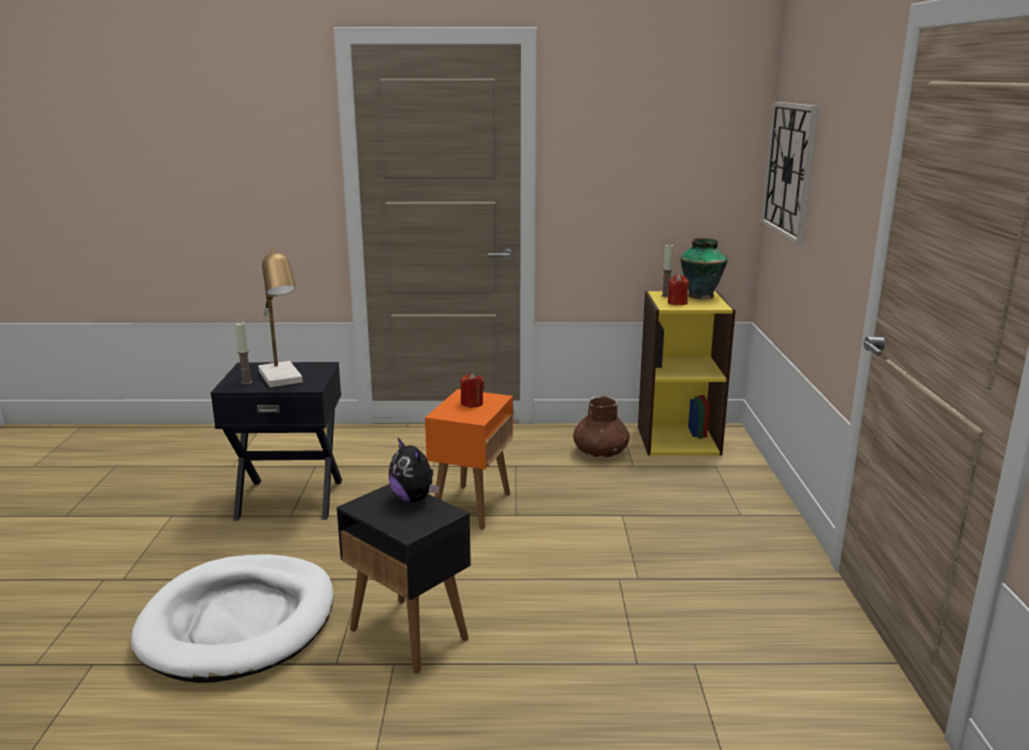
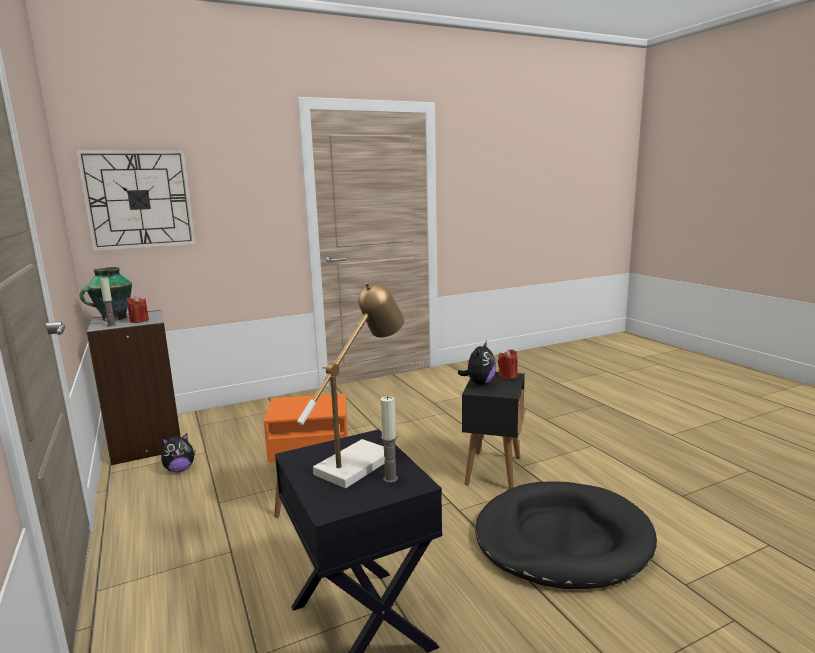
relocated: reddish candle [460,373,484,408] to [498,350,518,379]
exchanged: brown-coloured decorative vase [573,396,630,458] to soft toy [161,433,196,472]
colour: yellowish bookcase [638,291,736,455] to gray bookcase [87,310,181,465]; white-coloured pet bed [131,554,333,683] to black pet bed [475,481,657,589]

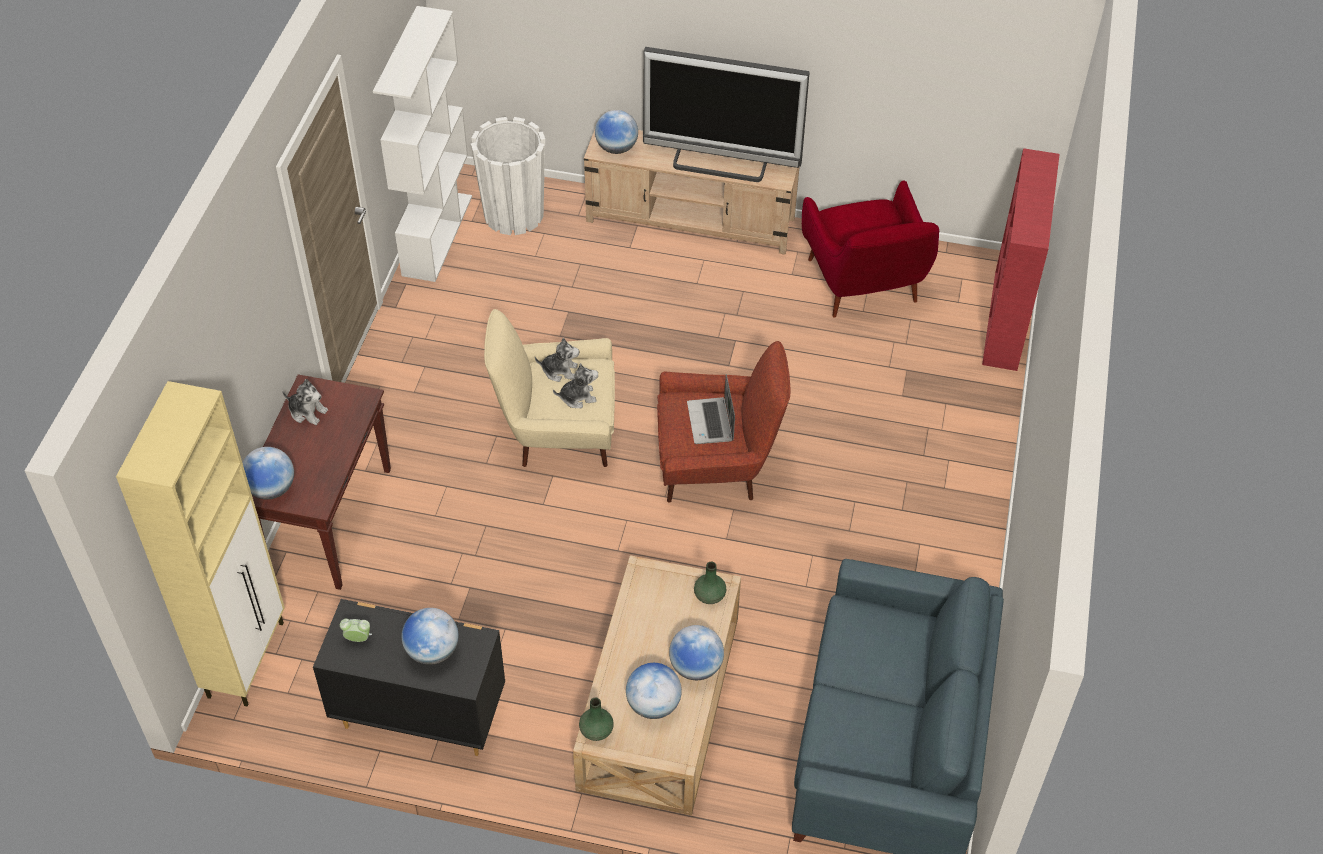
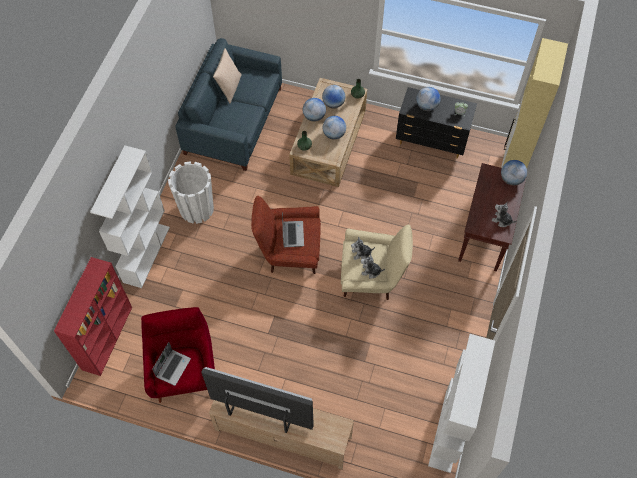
appeared: white-coloured bookcase [90,146,170,288]; laptop [152,342,191,386]; beige-coloured cushion [213,48,242,103]
relocated: white-coloured flower pot [471,117,545,235] to [168,161,214,224]; desk globe [595,110,638,154] to [323,116,346,140]

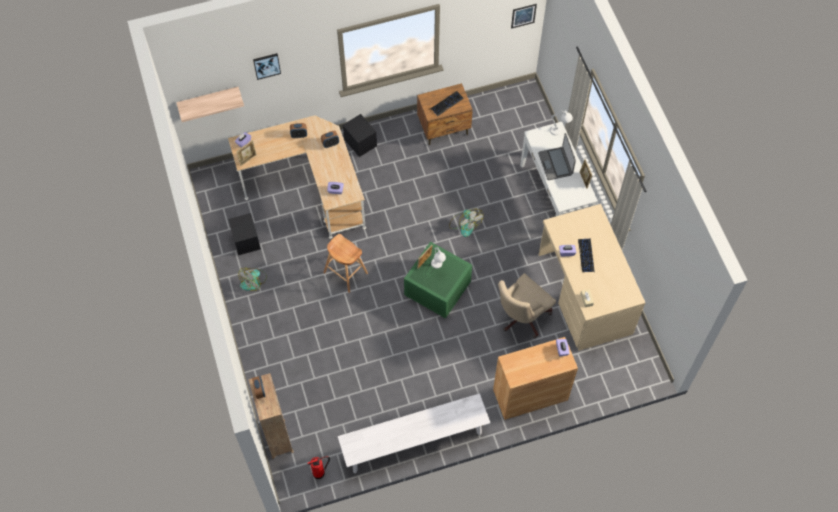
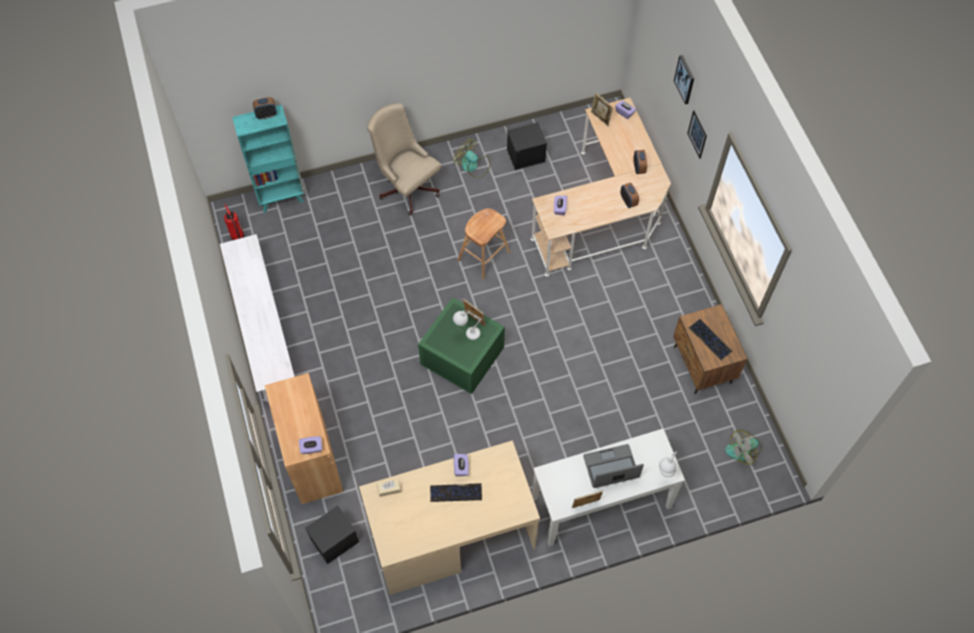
missing: bracket shelf [176,87,244,122]
relocated: black storage box [343,114,377,157] to [305,506,359,564]; beige-coloured office chair [498,273,556,338] to [367,103,441,216]; wall picture [511,4,537,29] to [687,110,707,159]; cooling fan [449,208,483,237] to [725,430,762,465]
colour: brown-coloured bookcase [249,373,294,459] to blue-green bookcase [232,105,305,213]

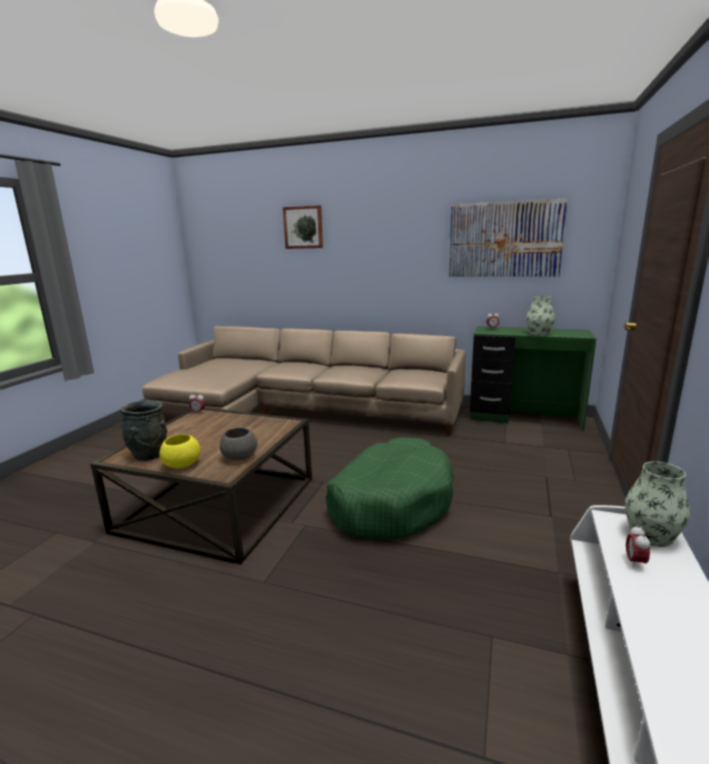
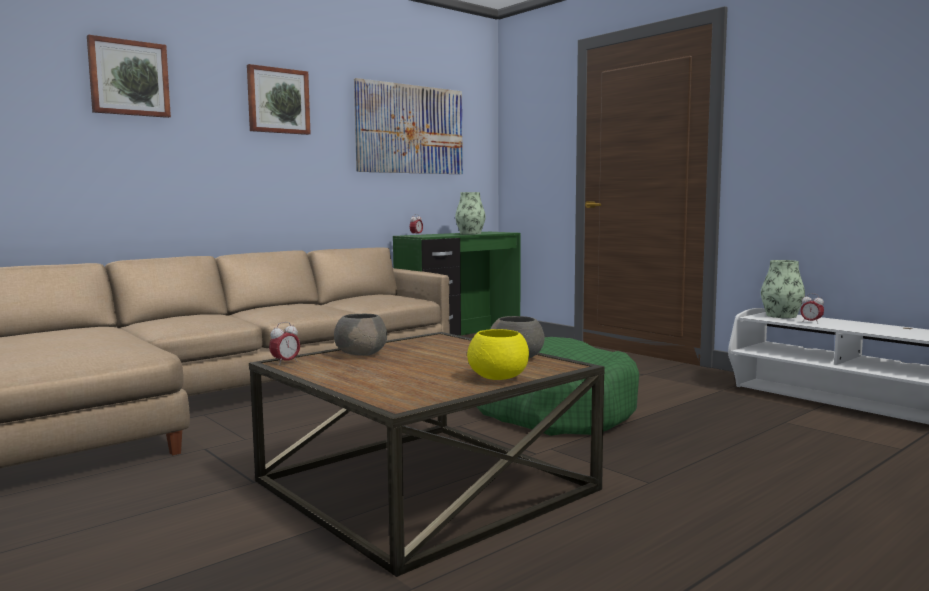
missing: gray decorative vase [120,400,168,461]
appeared: wall picture [247,64,311,135]; gray deep dish [334,314,387,356]

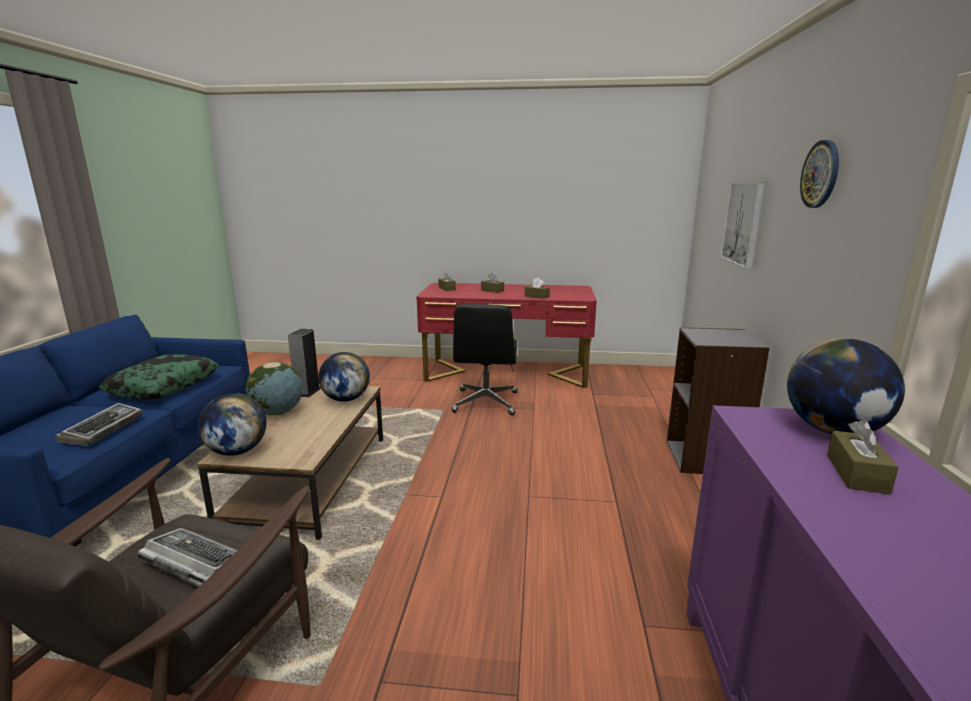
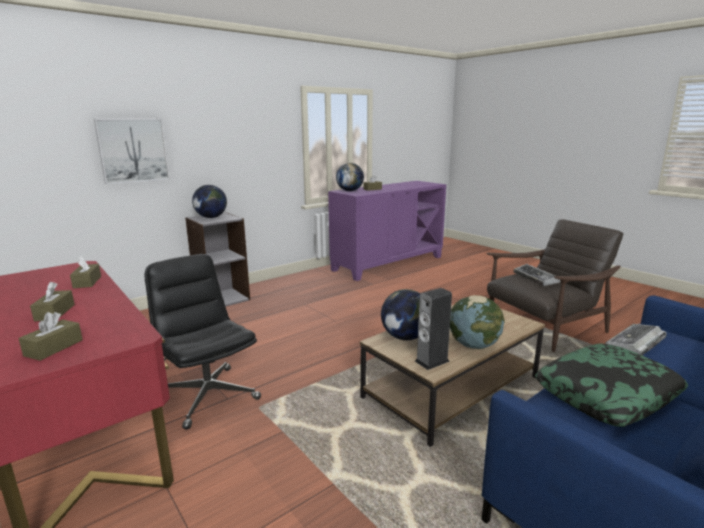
missing: hanging clock [800,140,839,208]
relocated: desk globe [198,393,267,456] to [192,185,227,218]
spun: black office chair [451,304,518,415] = [144,254,261,430] 90 degrees counterclockwise

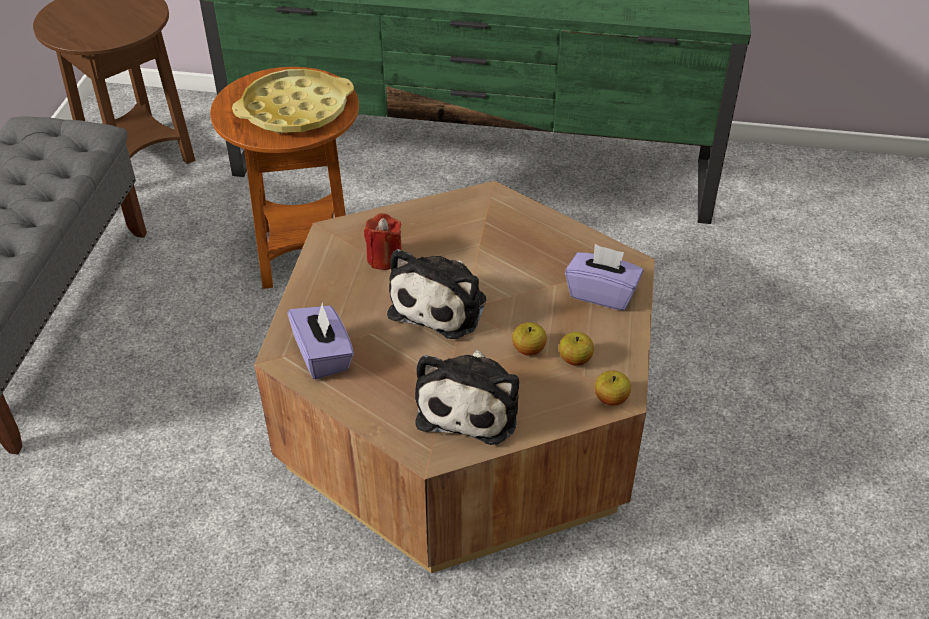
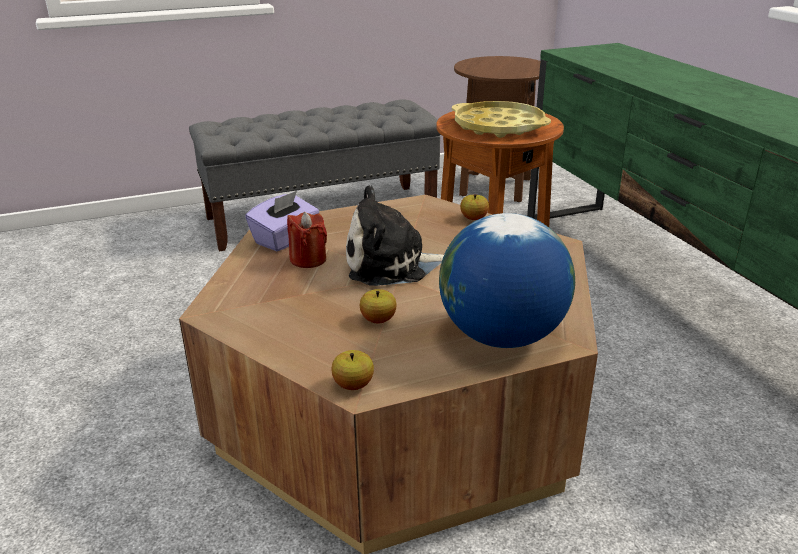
missing: soft toy [415,350,519,445]
relocated: reddish candle [364,213,402,270] to [287,212,327,268]; apple [559,332,594,366] to [460,194,489,220]
exchanged: purple-coloured tissue holder [565,244,643,311] to desk globe [439,213,575,348]

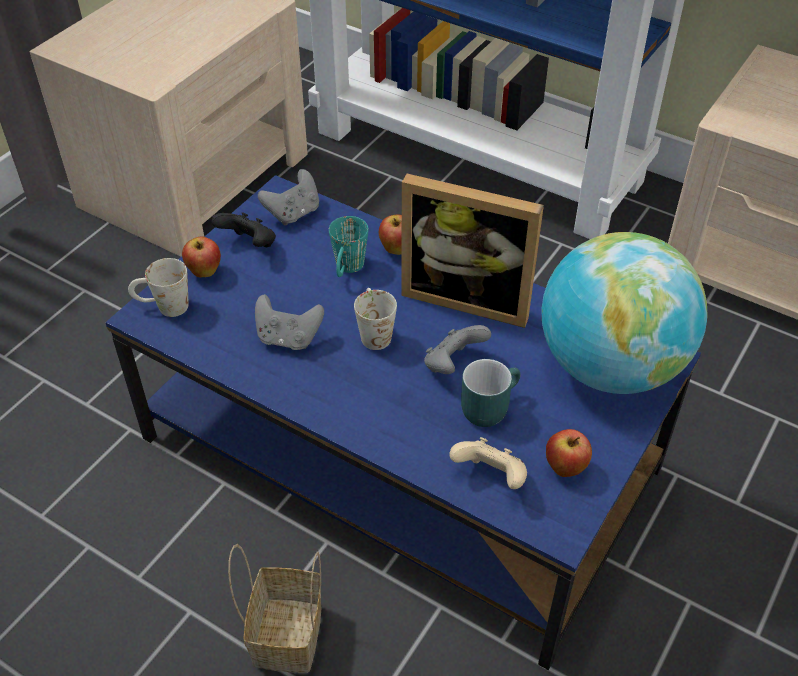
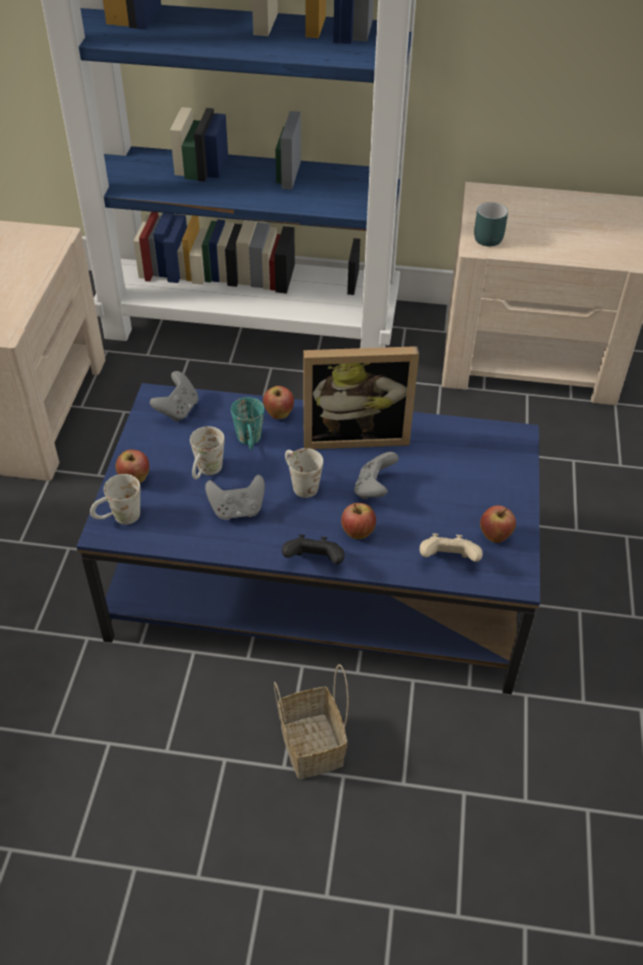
missing: desk globe [541,232,707,394]
appeared: white-coloured mug [190,426,225,479]; apple [341,503,376,539]
relocated: black game controller [212,212,276,247] to [282,534,345,564]; blue-green mug [461,359,521,427] to [474,202,508,247]

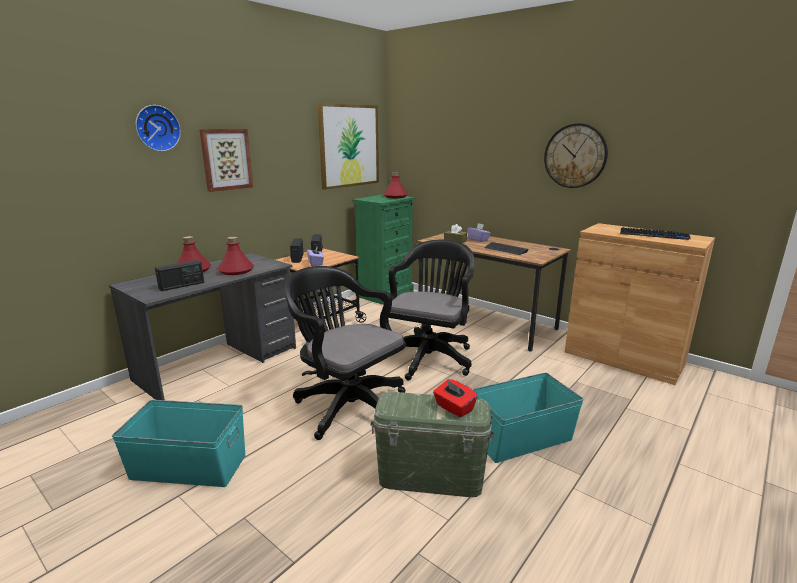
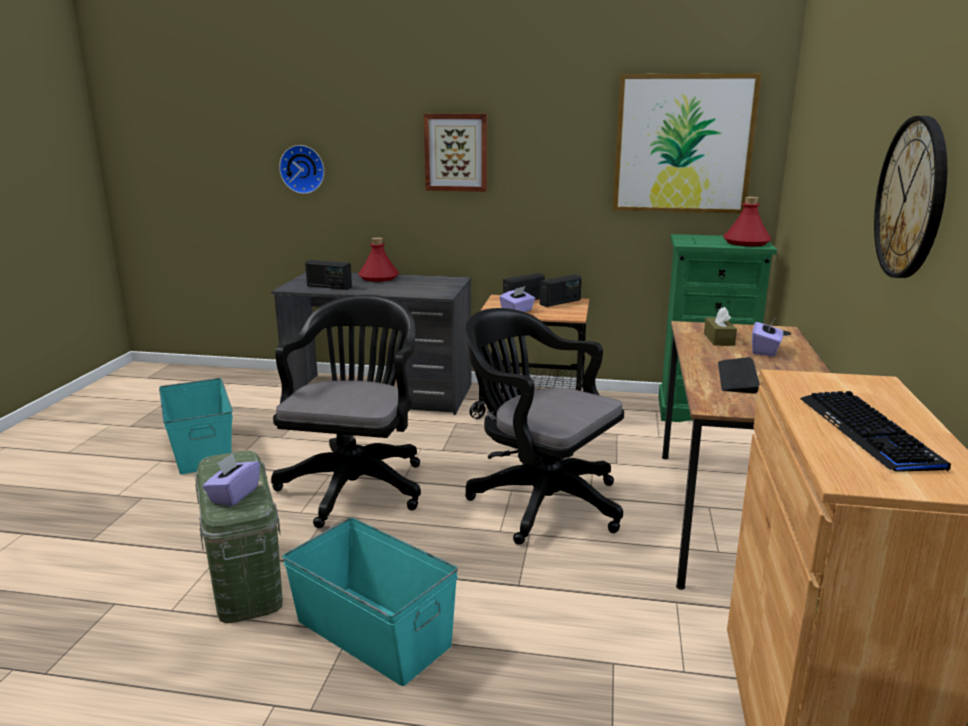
missing: reddish bottle [217,237,254,275]
relocated: hanging clock [135,105,181,151] to [279,145,325,194]
colour: reddish tissue holder [433,379,478,417] to purple-coloured tissue holder [203,453,260,506]
spun: black office chair [389,239,475,380] = [465,308,624,545] 135 degrees counterclockwise

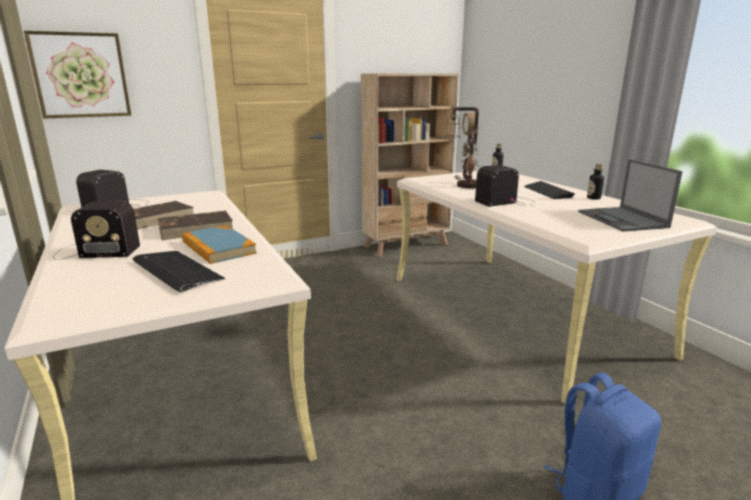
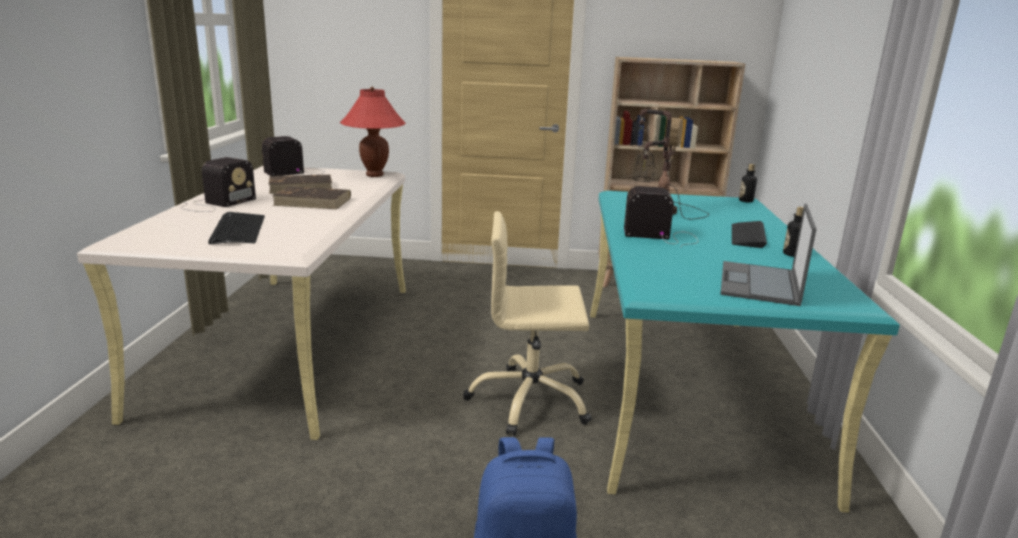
missing: wall picture [24,31,131,119]; bound book [182,225,257,264]
appeared: reddish table lamp [340,87,406,177]; beige-coloured office chair [463,211,592,436]
colour: beige-coloured desk table [397,171,717,404] to blue-green desk table [590,191,900,513]
spun: radio receiver [53,201,140,260] = [181,157,256,212] 90 degrees counterclockwise

